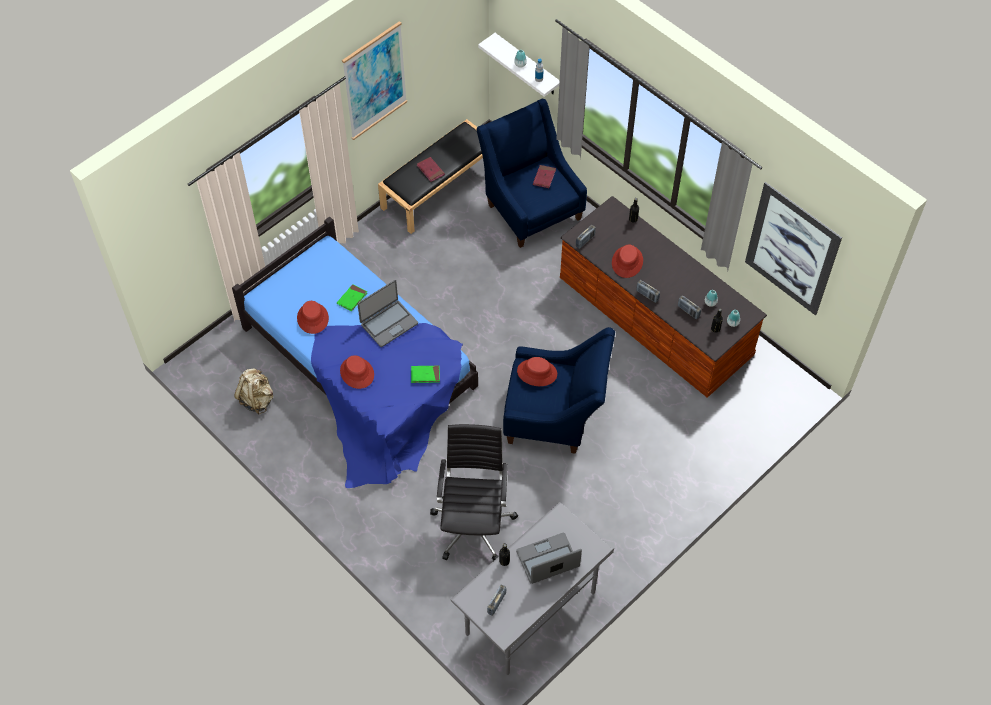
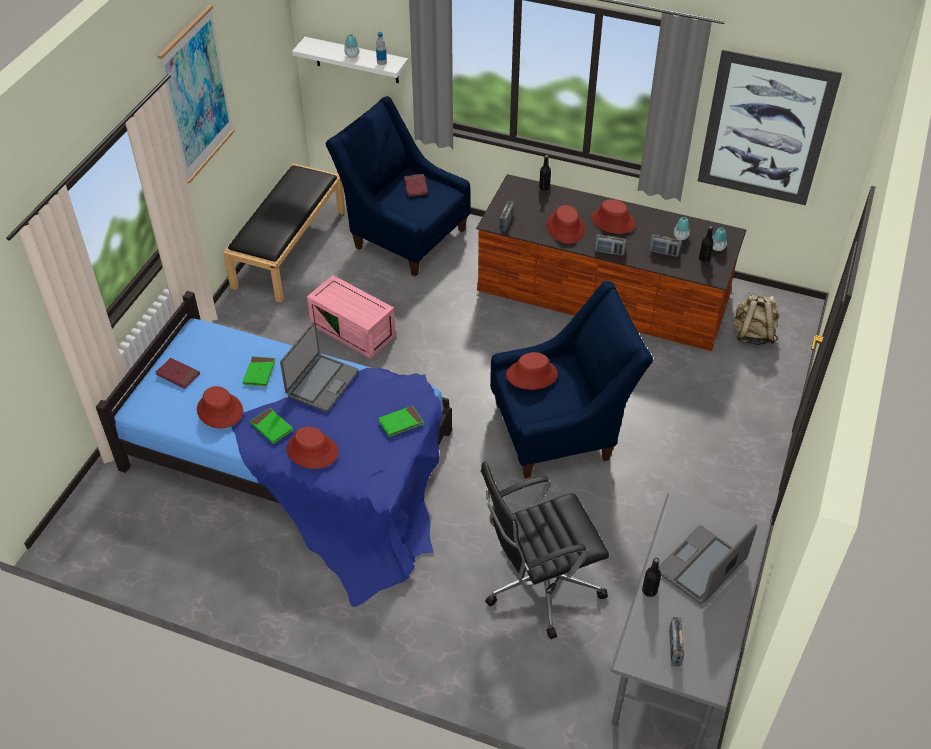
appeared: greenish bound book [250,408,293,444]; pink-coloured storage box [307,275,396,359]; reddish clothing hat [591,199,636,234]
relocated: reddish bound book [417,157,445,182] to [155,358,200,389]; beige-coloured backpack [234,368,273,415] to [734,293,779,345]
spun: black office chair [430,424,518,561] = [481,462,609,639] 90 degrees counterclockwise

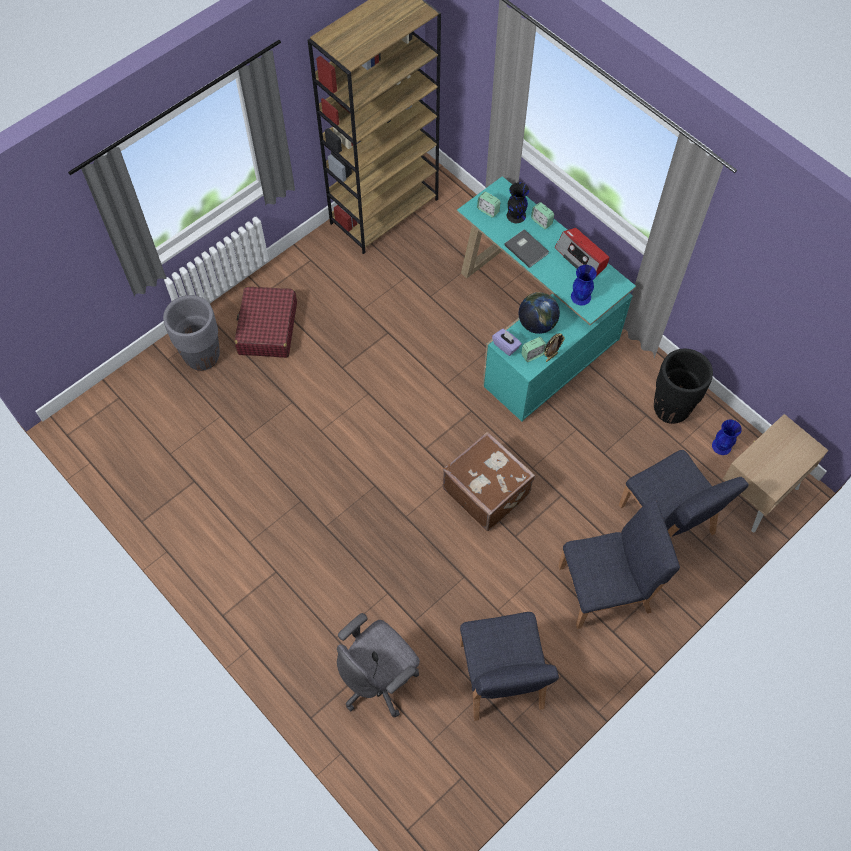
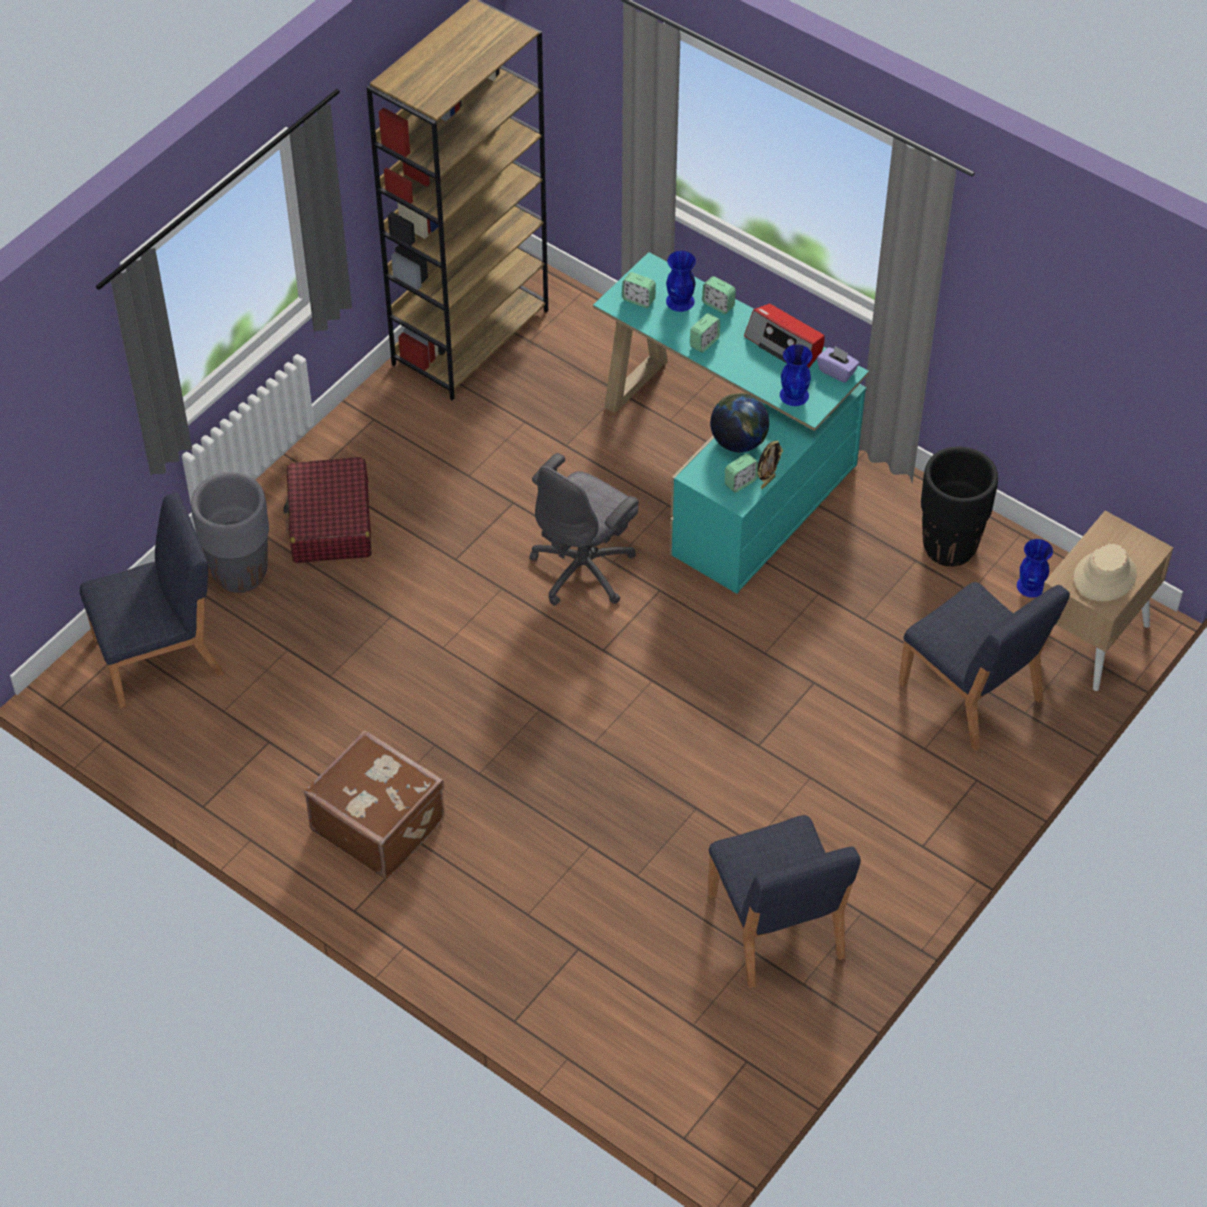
appeared: beige-coloured clothing hat [1074,544,1137,601]
relocated: blue chair [559,500,680,629] to [80,492,224,708]; brown-coloured piece of luggage [443,432,535,531] to [304,730,445,879]; gray office chair [337,613,420,717] to [529,453,639,606]; purple-coloured tissue holder [492,328,522,356] to [817,346,859,383]
exchanged: gray bound book [504,229,549,268] to alarm clock [690,313,720,353]
colour: black decorative vase [507,182,529,223] to blue decorative vase [666,251,696,312]

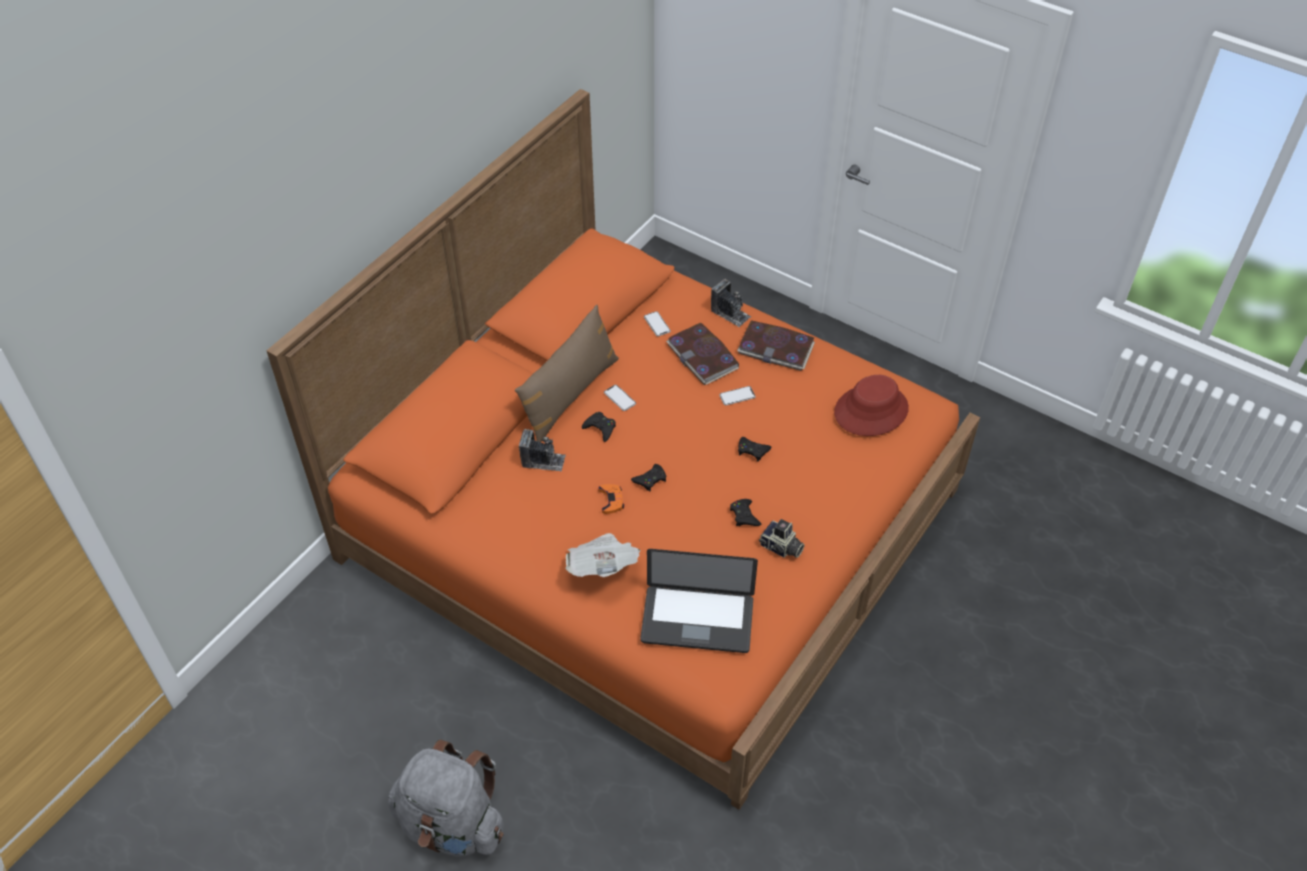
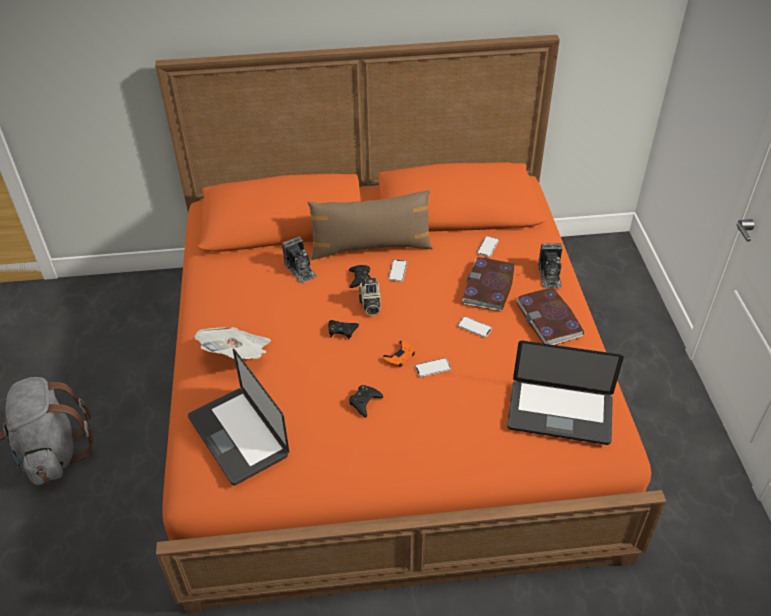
relocated: still camera [759,519,805,558] to [359,278,381,316]; orange-coloured game controller [599,484,624,514] to [383,340,415,367]
exchanged: black game controller [738,437,772,462] to handset [415,358,451,377]; reddish clothing hat [834,375,909,436] to laptop [507,341,624,445]

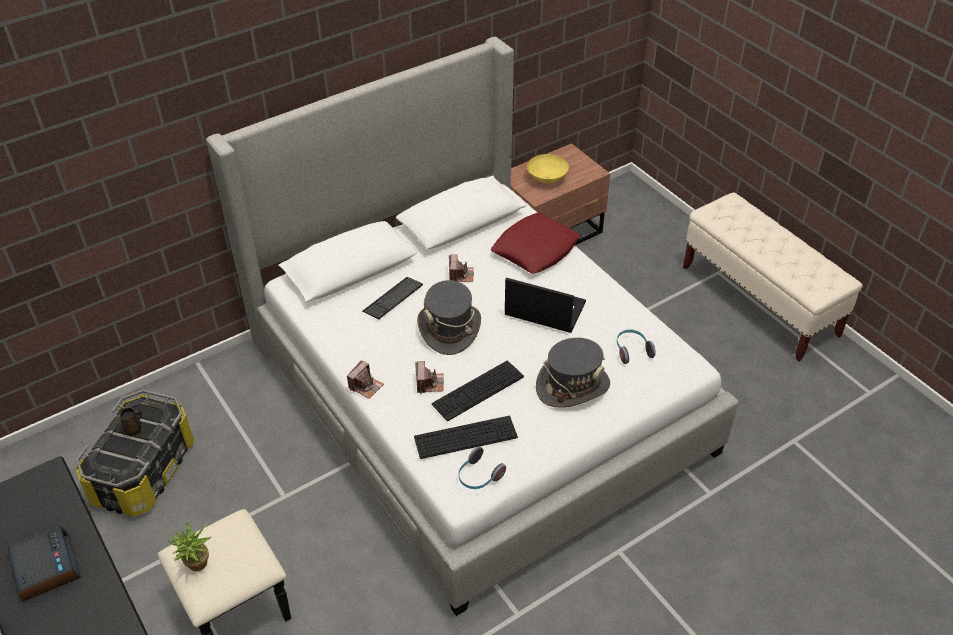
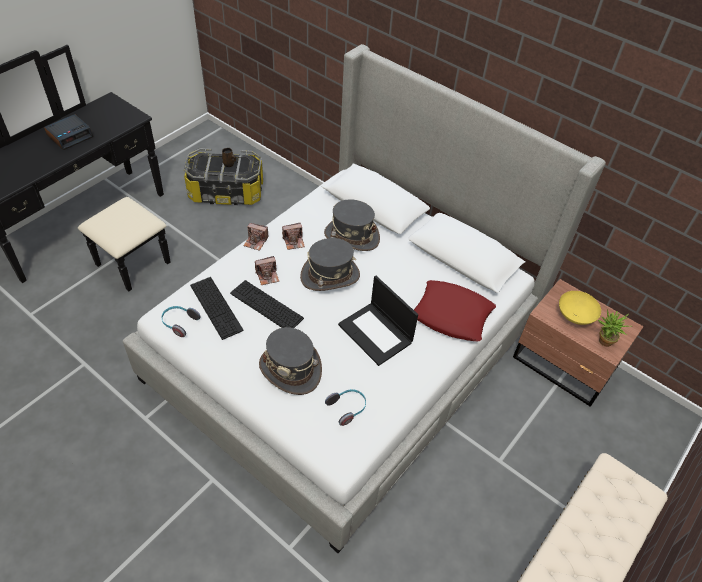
relocated: still camera [449,254,474,282] to [282,223,305,250]; houseplant [168,519,211,571] to [598,309,633,347]
exchanged: PC keyboard [362,277,423,320] to gray clothing hat [324,199,380,251]
spun: laptop [505,278,586,333] = [338,276,418,366] 135 degrees clockwise

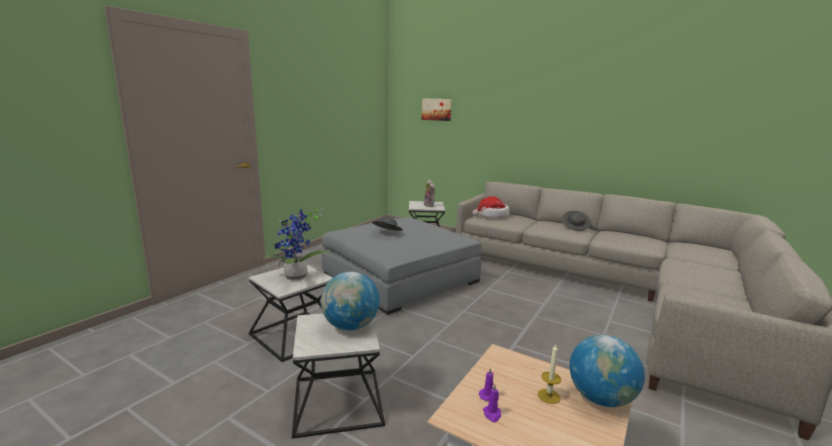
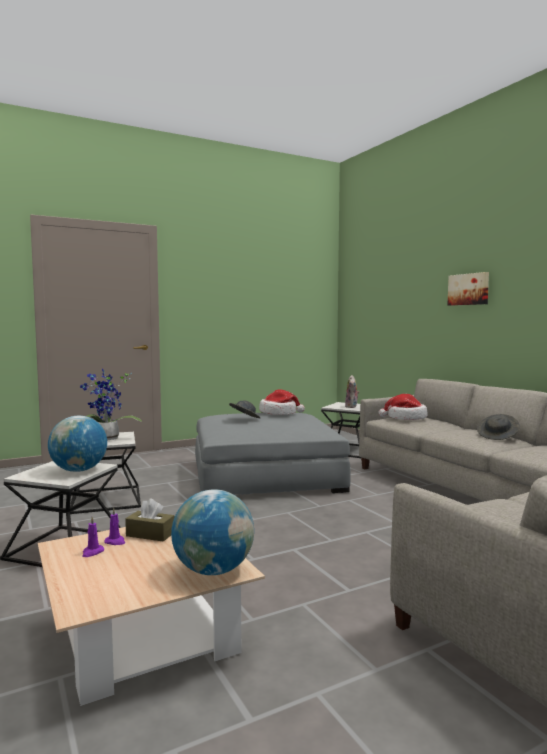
missing: candle [538,345,561,404]
appeared: brown-coloured tissue holder [125,499,174,542]; clothing hat [259,389,305,415]
relocated: wall picture [422,98,451,121] to [448,272,489,306]

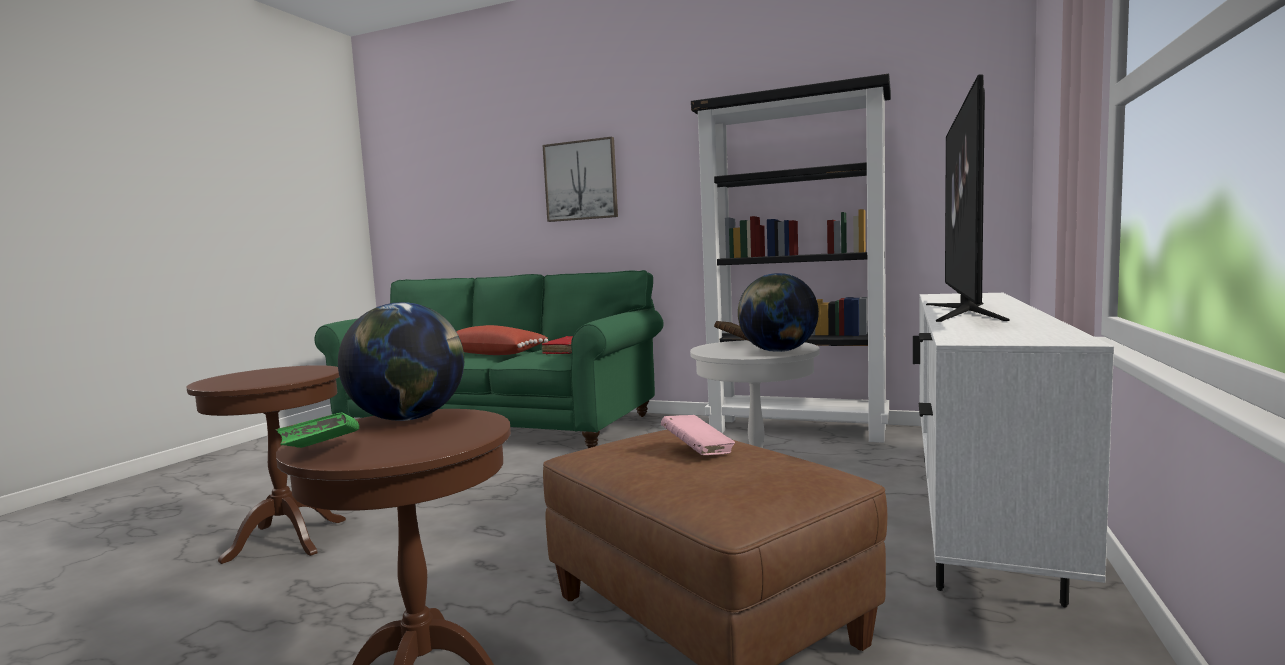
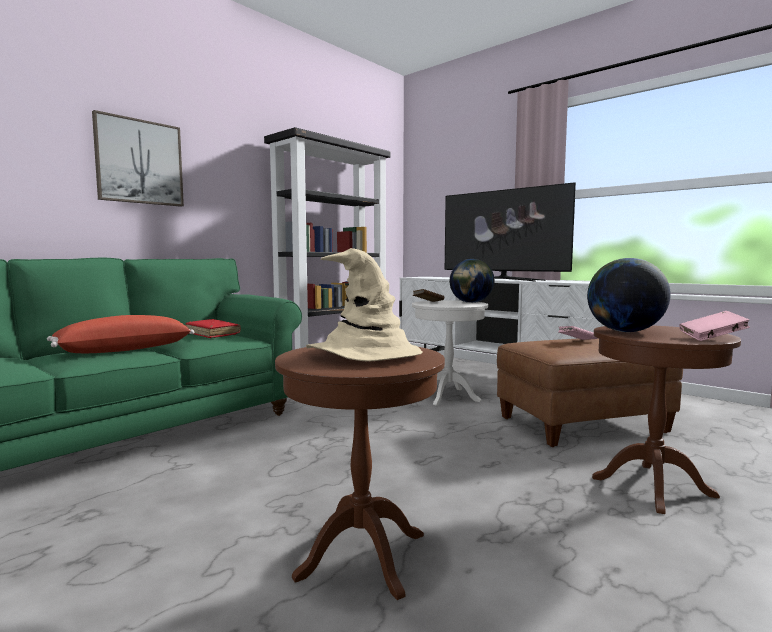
appeared: beige-coloured clothing hat [306,248,423,362]
colour: greenish bound book [276,412,359,448] to pink-coloured bound book [679,311,749,341]

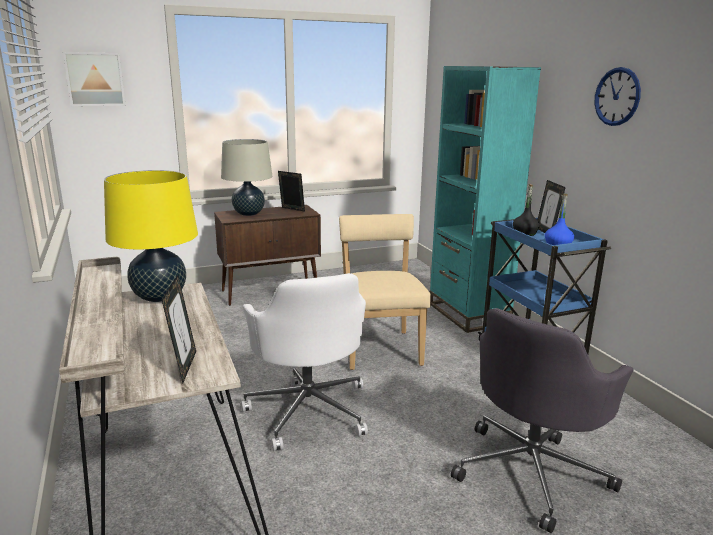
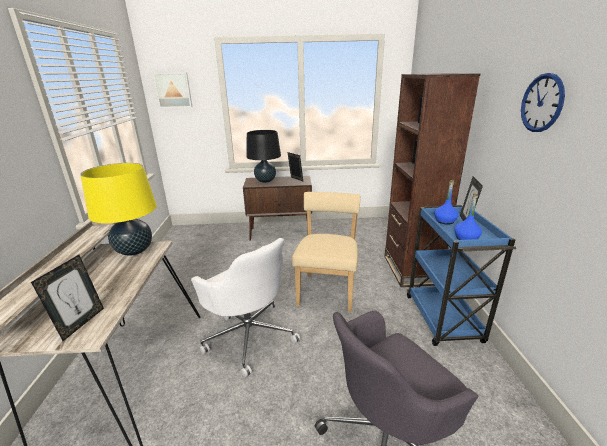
colour: beige-coloured table lamp [221,139,273,216] to black table lamp [246,130,281,183]; blue-green bookcase [430,66,541,333] to brown-coloured bookcase [385,73,480,287]; black bottle [513,184,540,236] to blue bottle [434,180,458,224]
spun: white-coloured office chair [241,273,368,451] = [191,238,300,377] 45 degrees counterclockwise

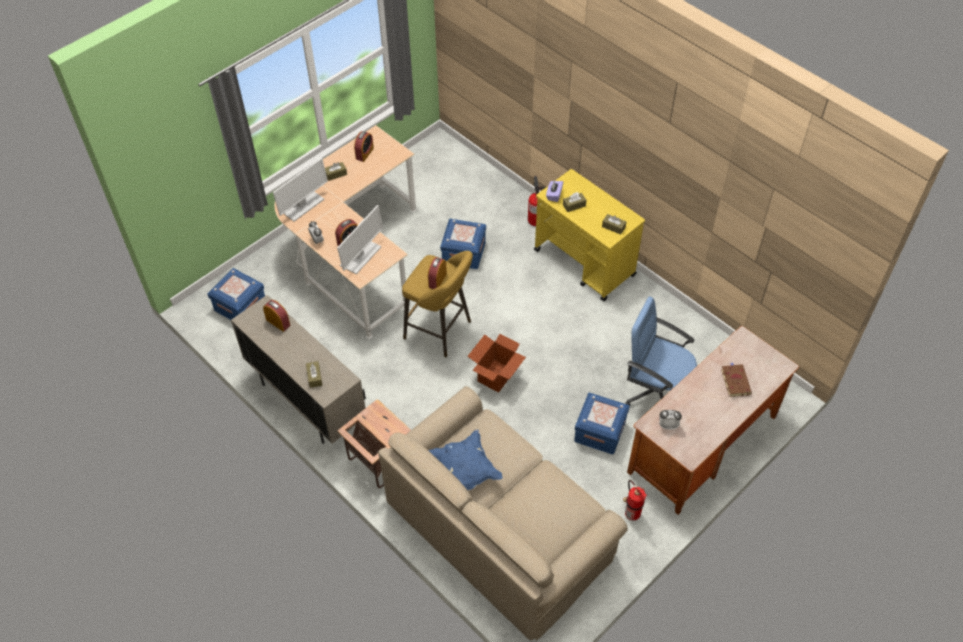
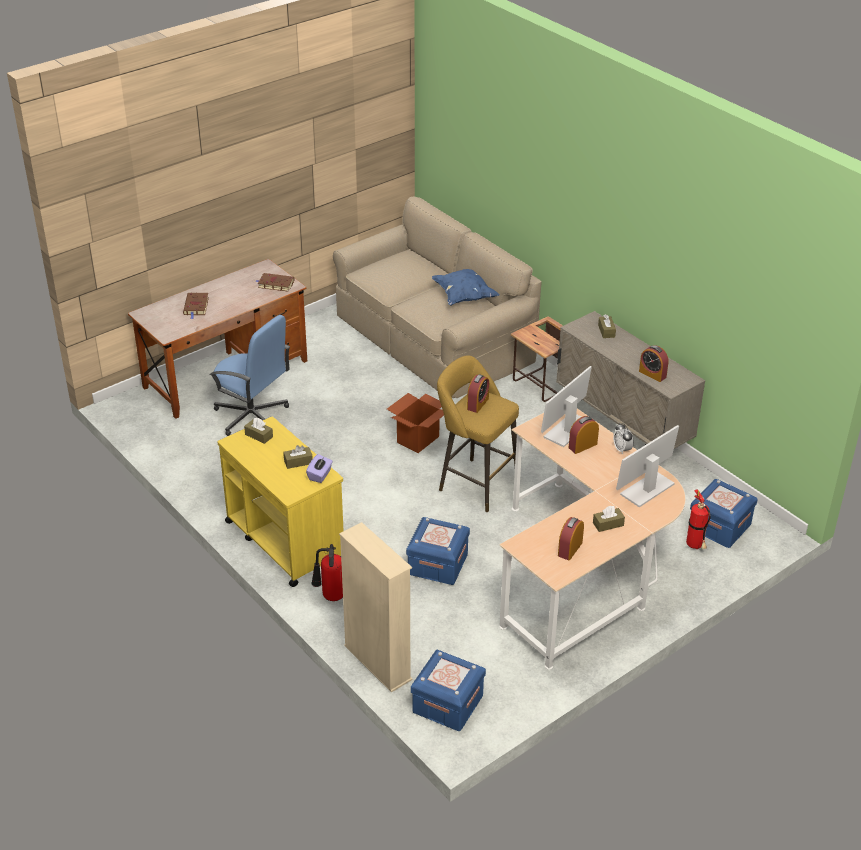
appeared: beige-coloured bookcase [339,522,413,693]
relocated: blue storage box [574,393,630,454] to [411,650,486,731]; fire-fighting cylinder [623,480,647,520] to [686,489,711,549]
exchanged: alarm clock [659,410,682,430] to brown-coloured bound book [255,273,294,292]

